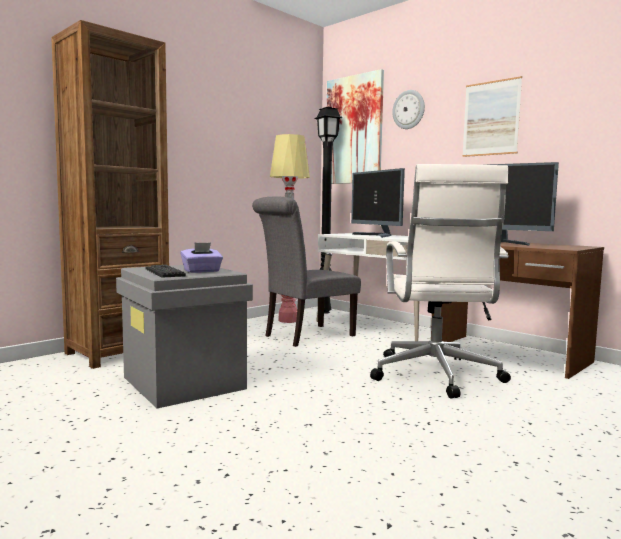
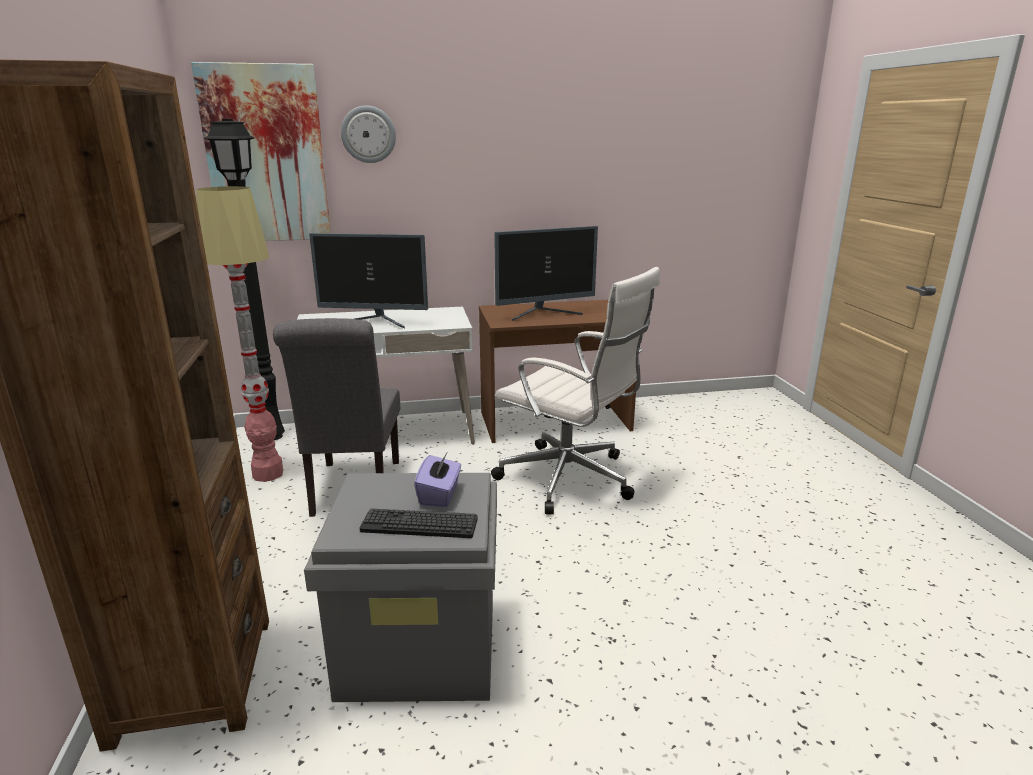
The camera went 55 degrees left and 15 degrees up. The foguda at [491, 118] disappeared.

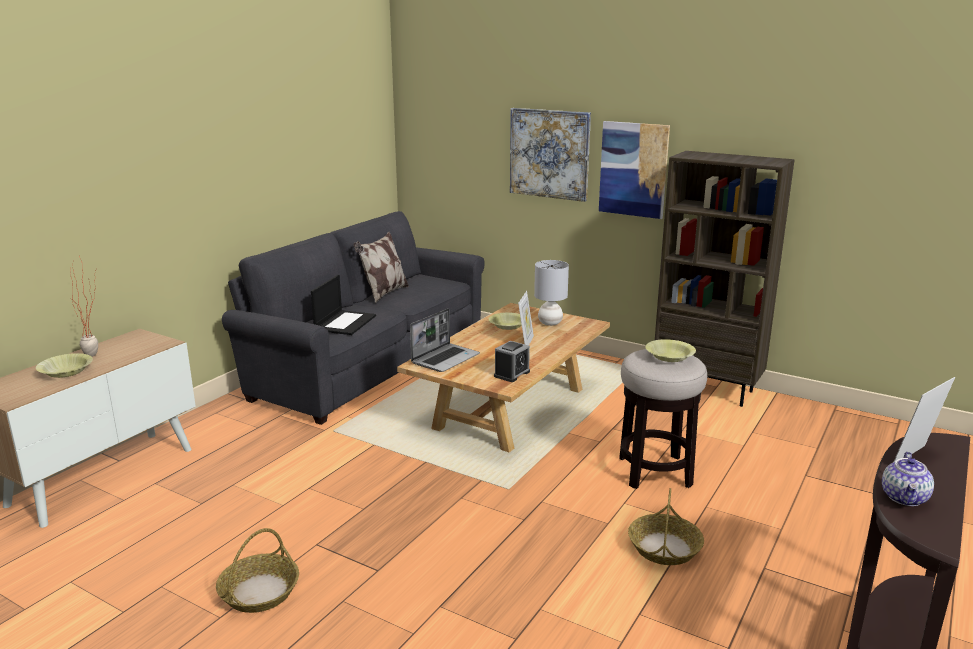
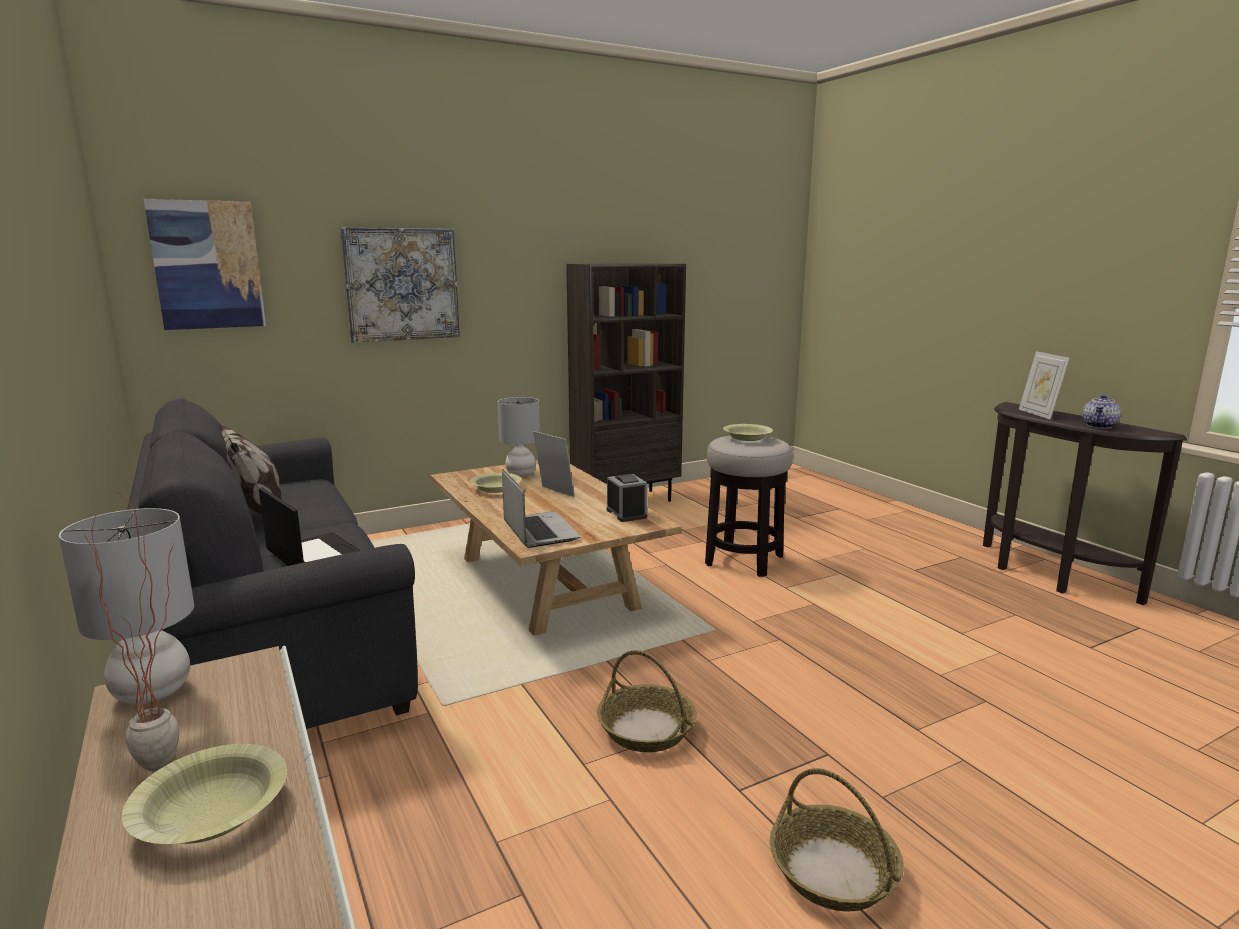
The camera went 60 degrees left and 5 degrees down. The foguda moved from [633, 169] to [207, 265]. The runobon at [905, 498] turned 75 degrees clockwise. The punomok moved from [664, 547] to [645, 729]. The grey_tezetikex at [153, 693] appeared.

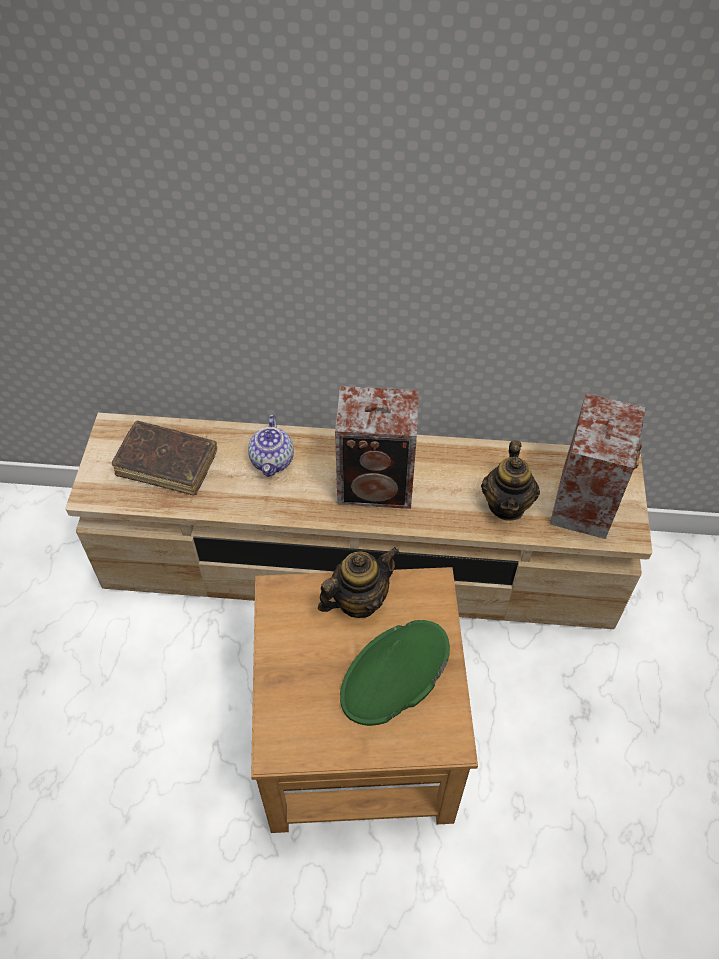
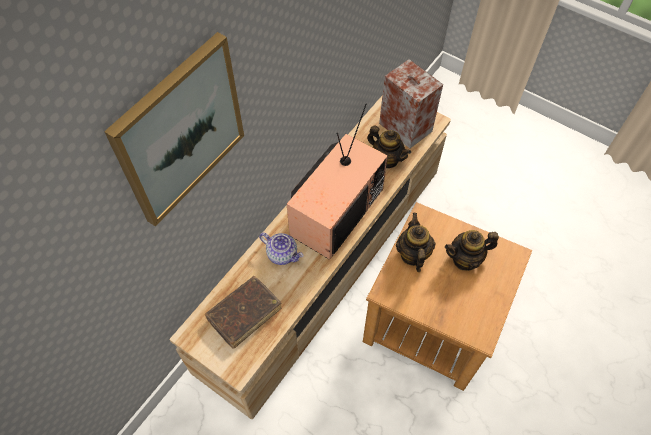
The camera went 60 degrees left and 5 degrees up. The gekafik at [378, 485] was replaced by the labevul at [336, 210]. The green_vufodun at [395, 673] was replaced by the runobon at [465, 259]. The foguda at [180, 131] appeared.

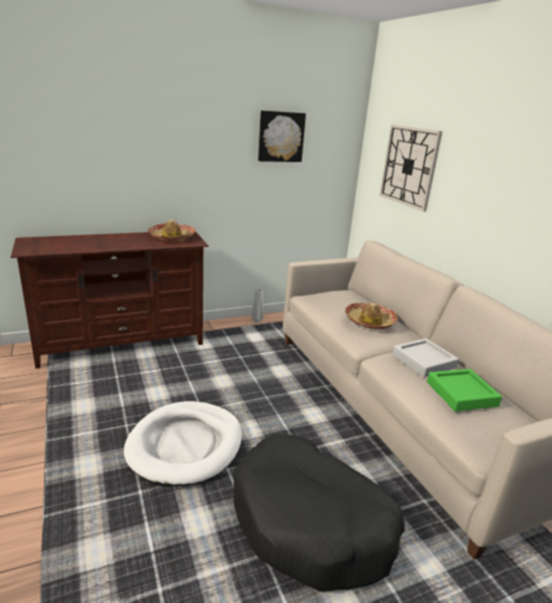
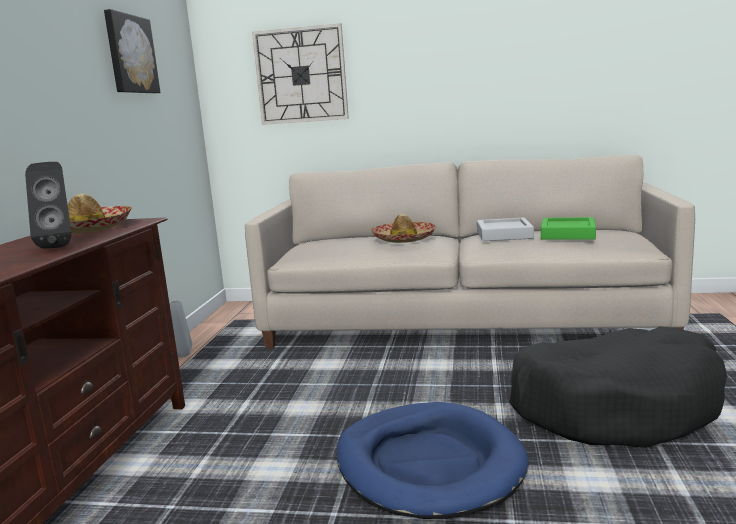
The camera went 55 degrees left and 10 degrees down. The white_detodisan at [186, 445] became the blue_detodisan at [428, 464]. The black_gekafik at [59, 246] appeared.

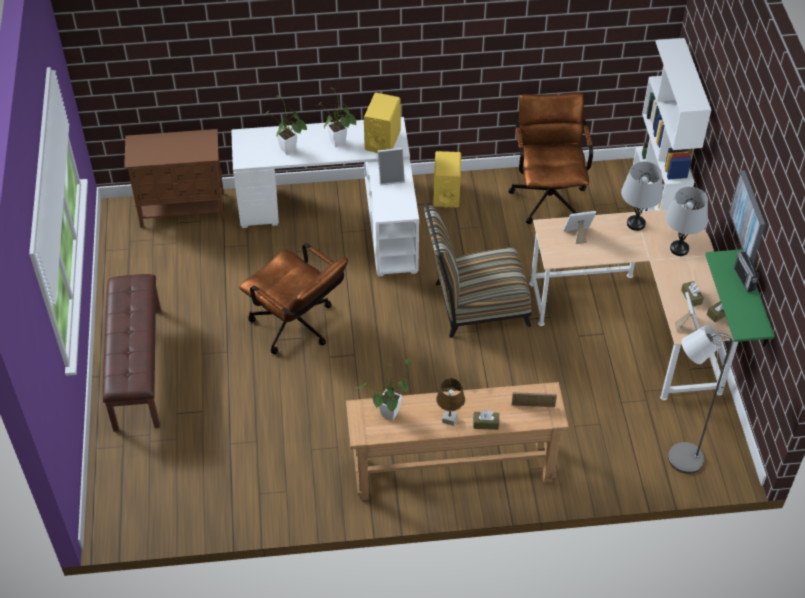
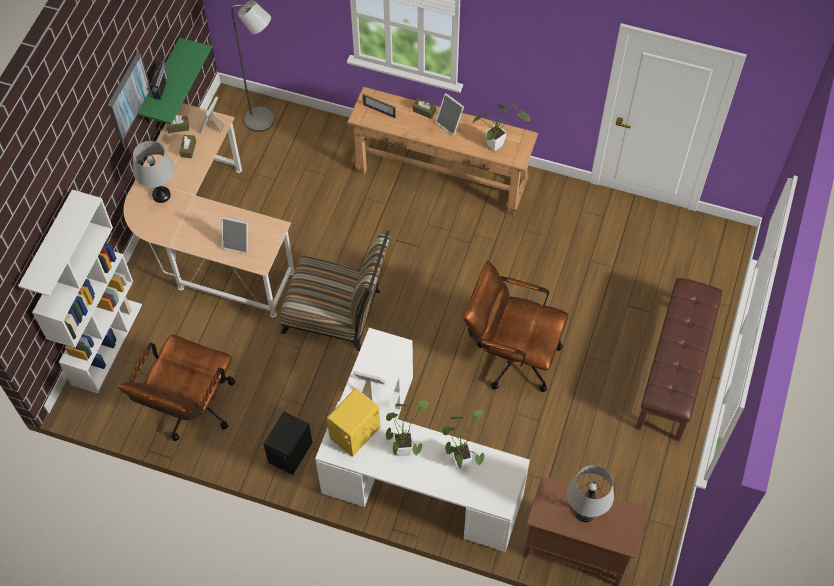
The camera went 155 degrees left and 10 degrees up. The yellow_gekafik at [446, 194] became the black_gekafik at [290, 453]. The grey_tezetikex moved from [636, 224] to [585, 512]. The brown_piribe at [298, 327] turned 45 degrees counterclockwise. The brown_tezetikex at [449, 419] was replaced by the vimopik at [450, 124].

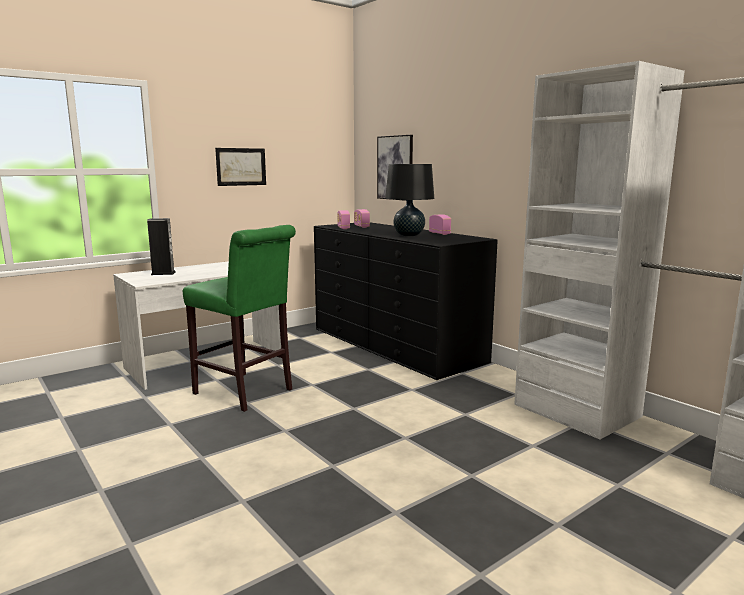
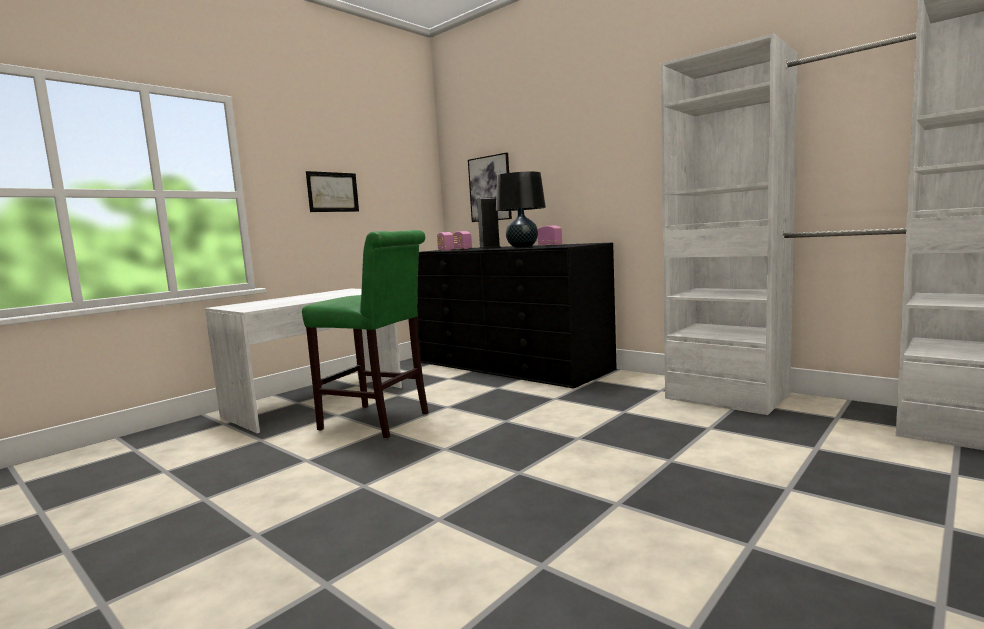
The camera went 10 degrees left and 5 degrees down. The gekafik moved from [163, 273] to [489, 248].

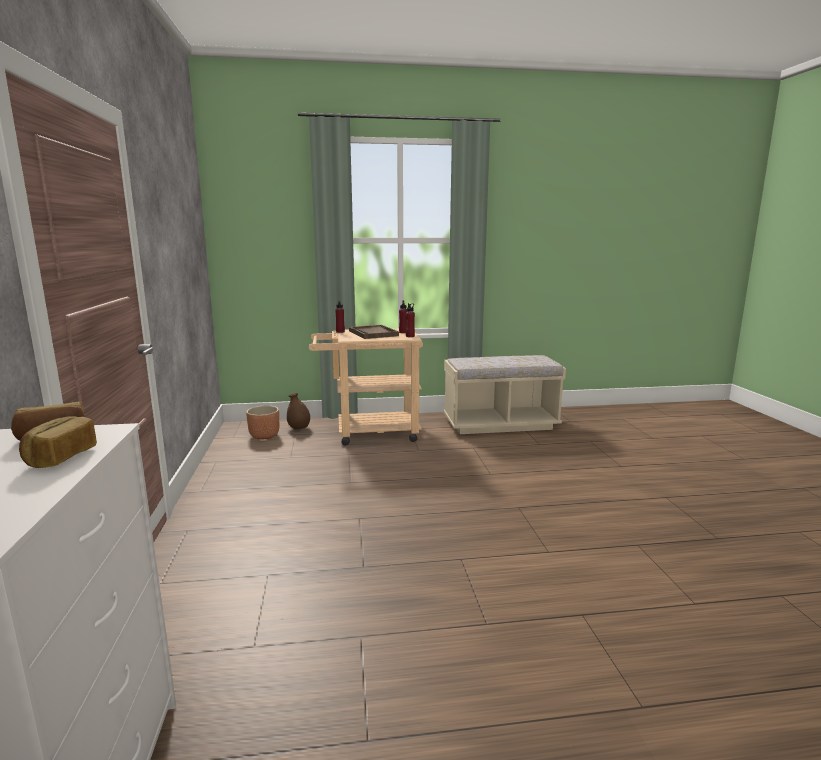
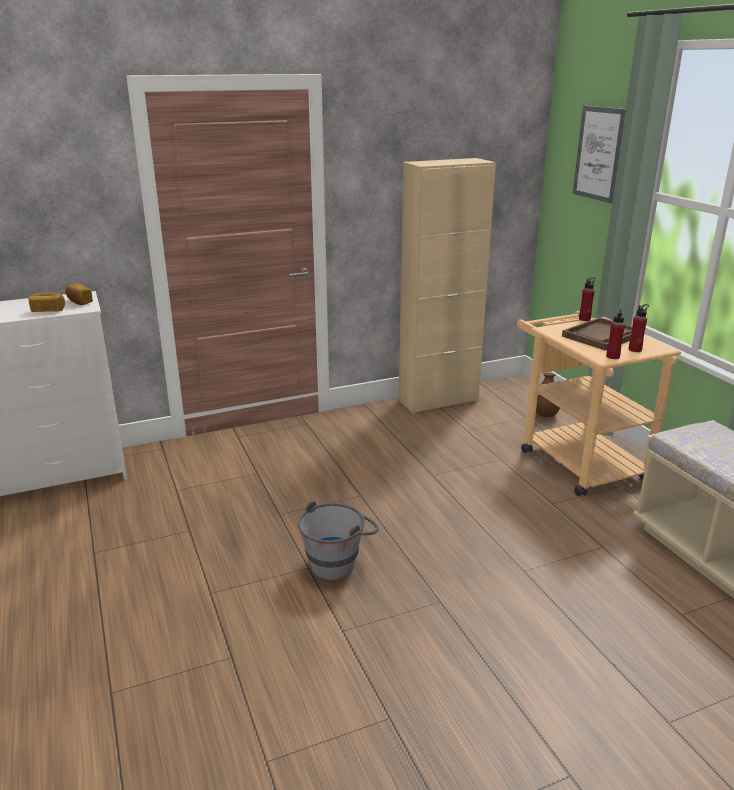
The camera went 75 degrees right and 10 degrees up. The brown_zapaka at [264, 436] disappeared. The foguda at [598, 154] appeared. The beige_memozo at [438, 400] appeared. The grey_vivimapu at [338, 561] appeared.

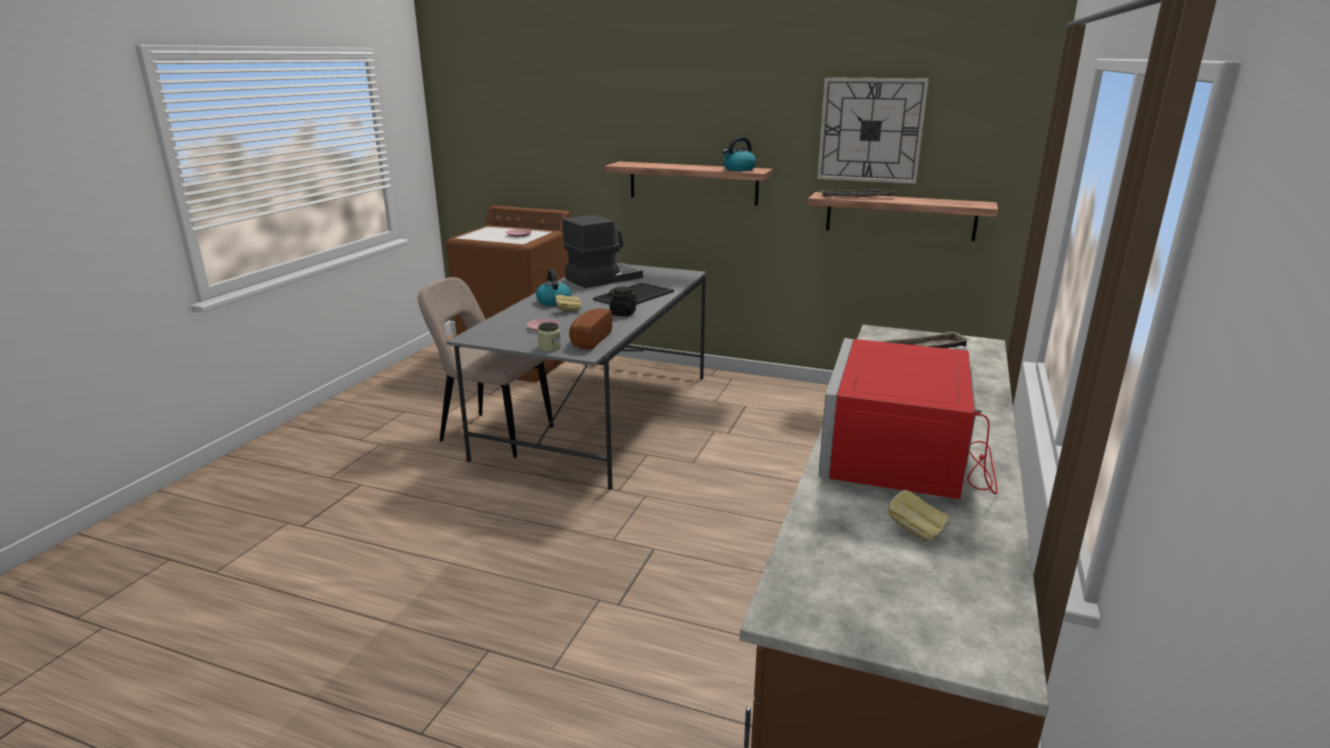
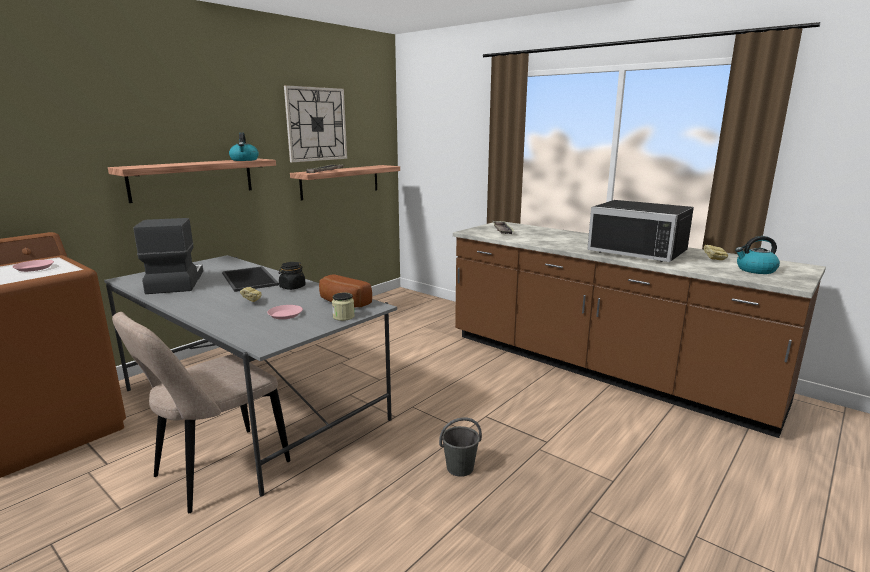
The camera went 70 degrees left and 5 degrees down. The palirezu moved from [553, 301] to [755, 270]. The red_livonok at [905, 457] became the black_livonok at [640, 251]. The grey_vivimapu at [460, 468] appeared.

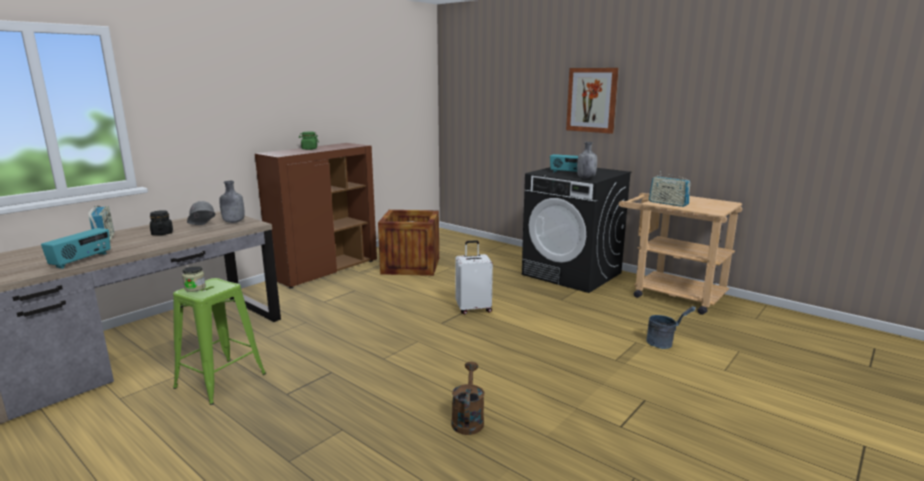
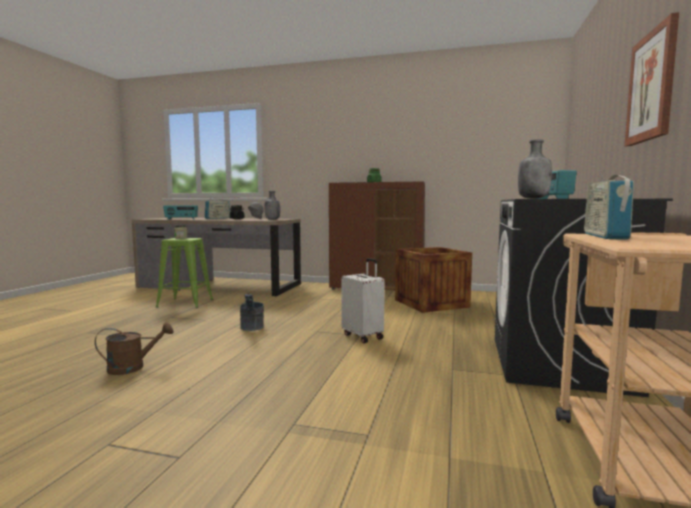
The camera went 65 degrees right and 10 degrees down. The grey_vivimapu moved from [664, 344] to [251, 329].

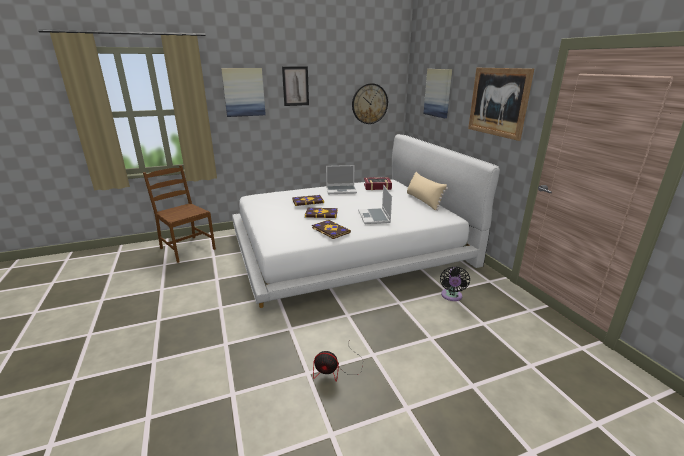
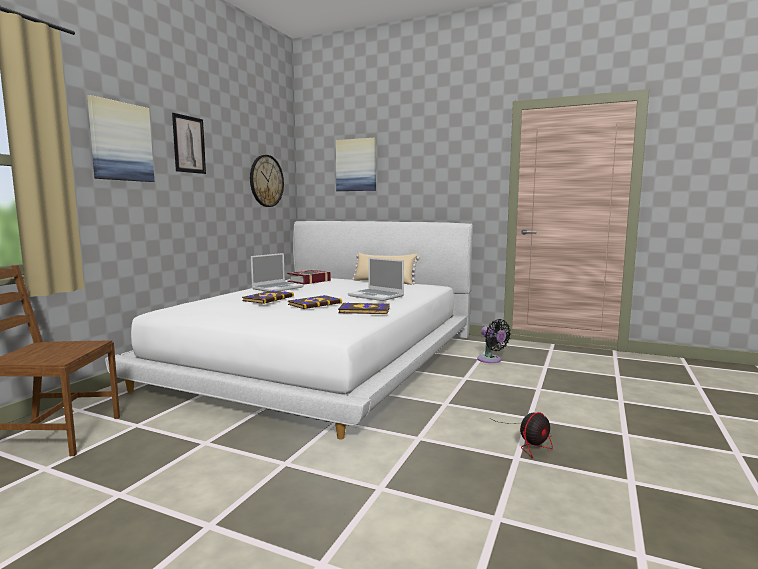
The camera went 45 degrees left and 15 degrees down. The foguda at [498, 102] disappeared.

